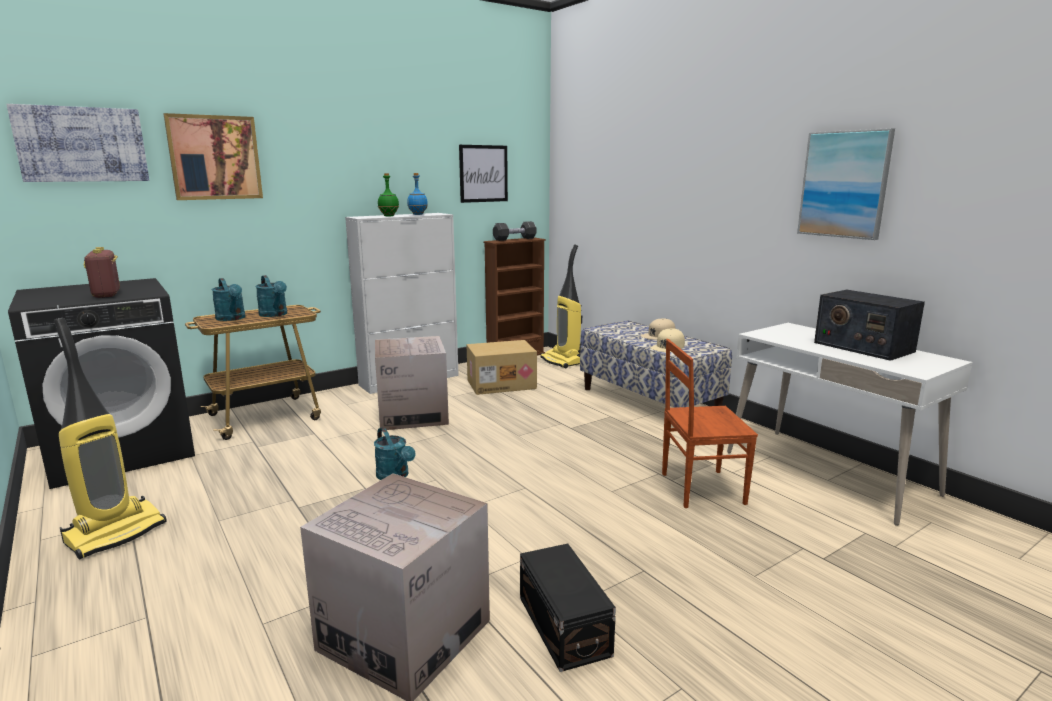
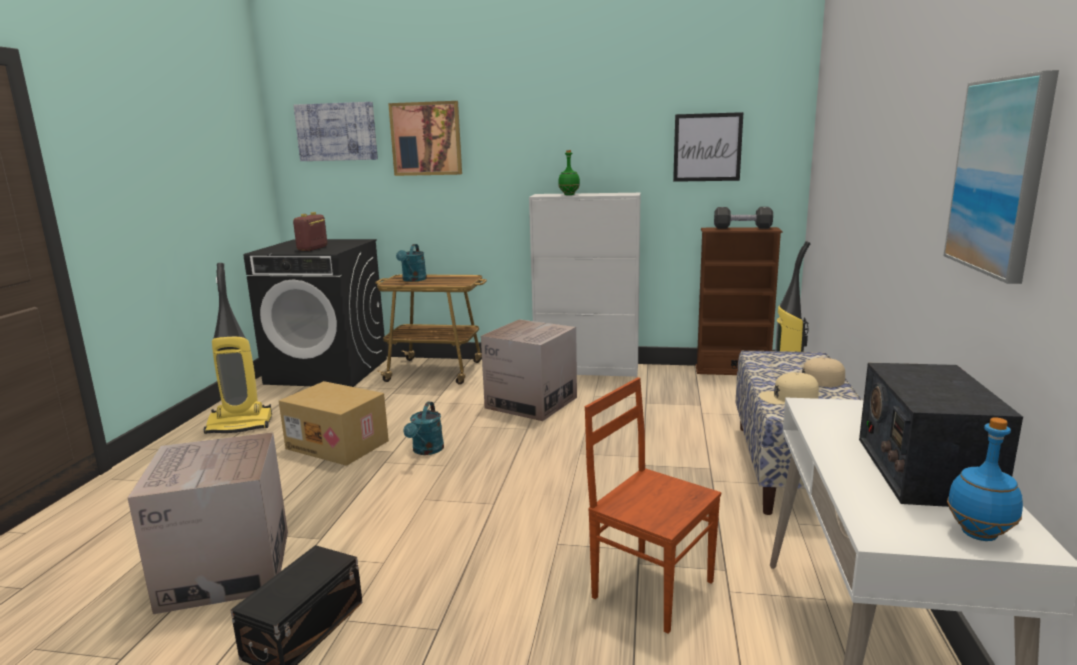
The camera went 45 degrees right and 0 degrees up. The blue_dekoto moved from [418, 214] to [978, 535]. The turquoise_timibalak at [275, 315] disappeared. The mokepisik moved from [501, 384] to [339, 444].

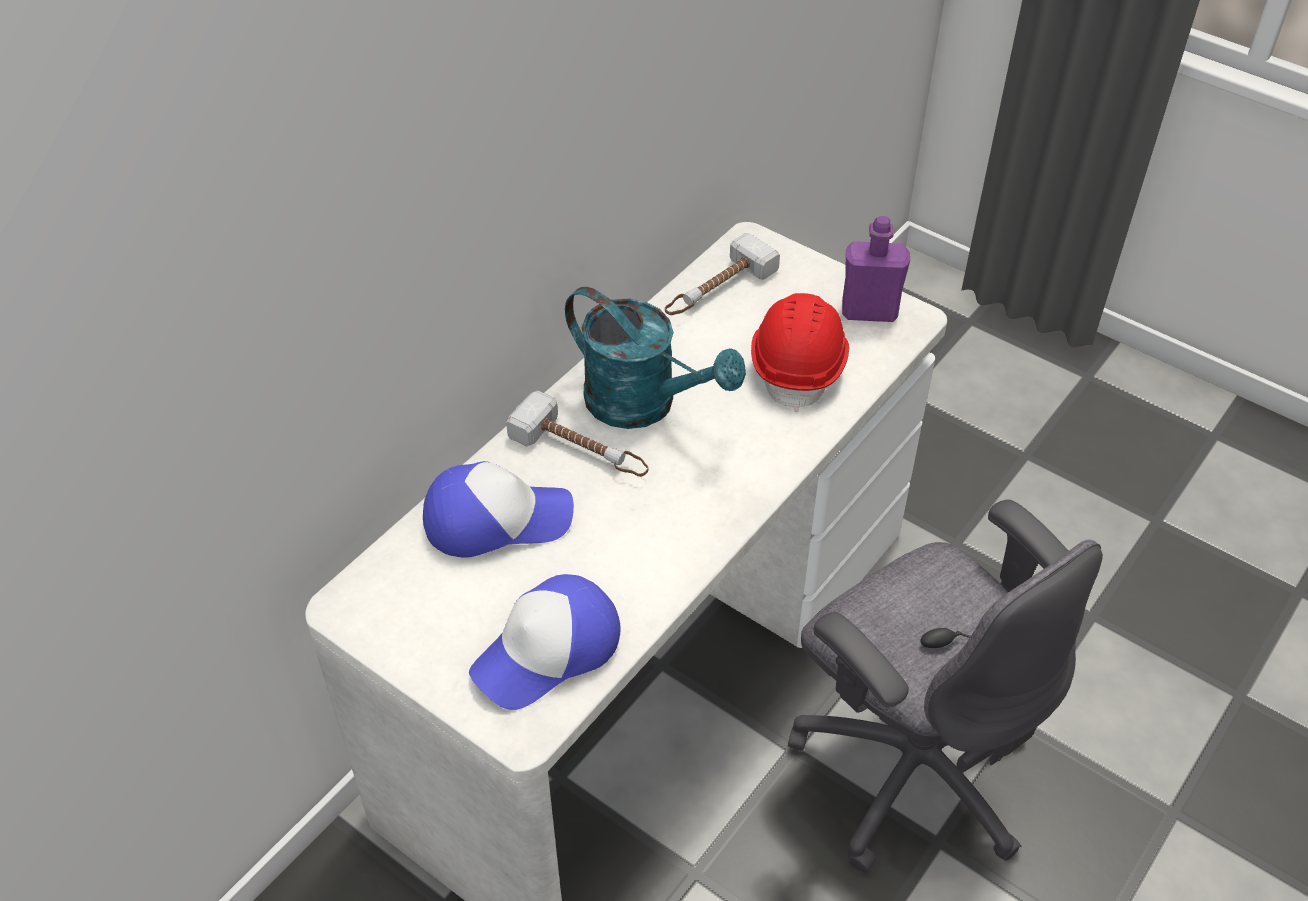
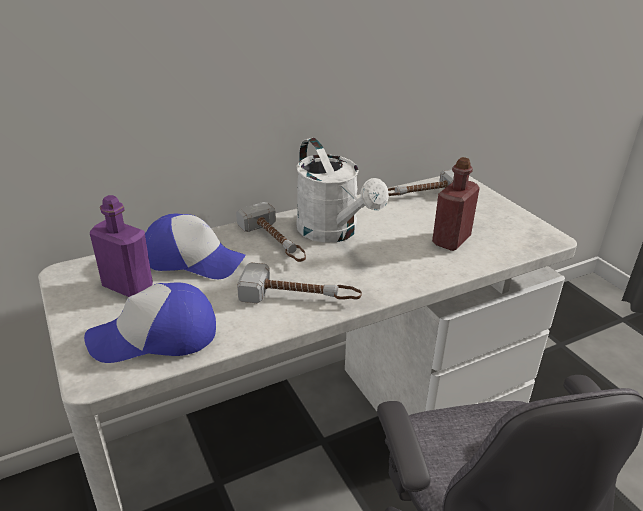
The camera went 25 degrees right and 15 degrees down. The purple_dekoto moved from [869, 311] to [128, 287]. The turquoise_timibalak at [645, 404] became the white_timibalak at [333, 232]. The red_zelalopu at [799, 365] was replaced by the red_dekoto at [451, 240]. The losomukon at [300, 296] appeared.

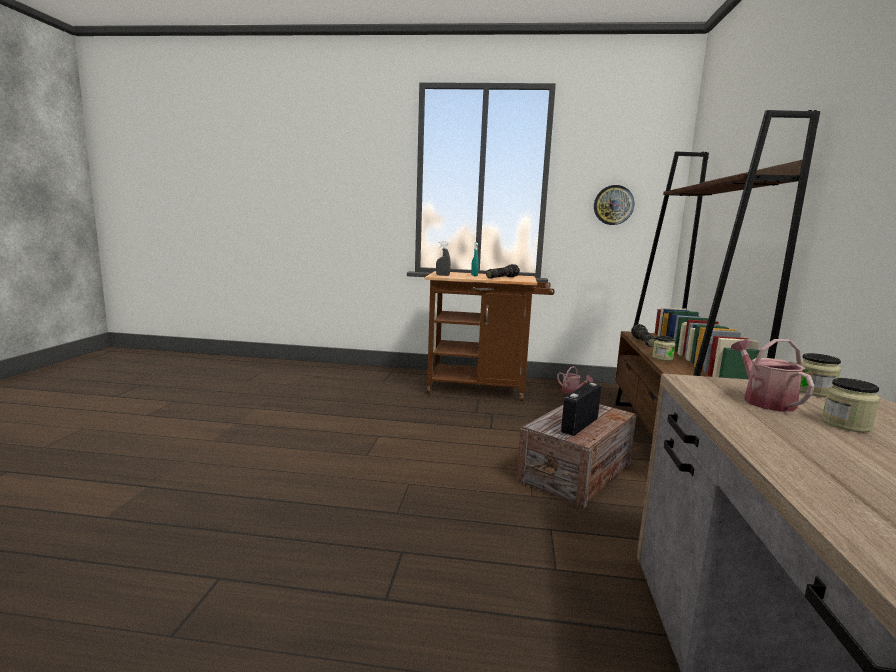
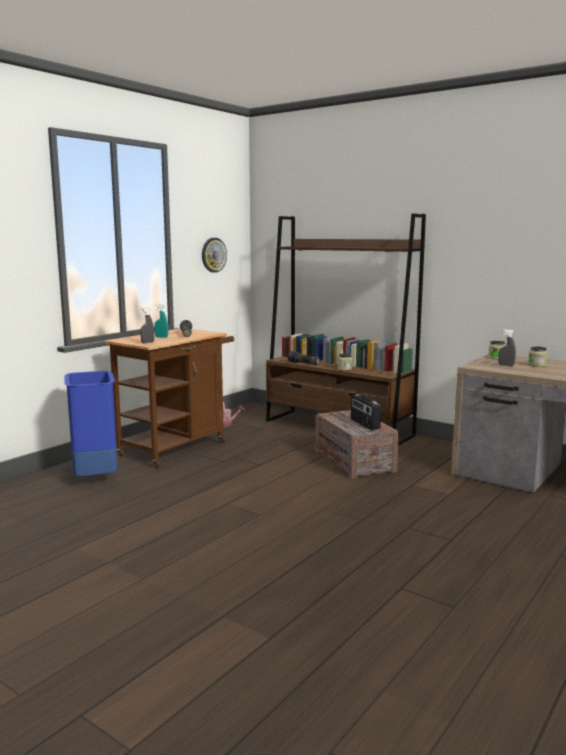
The camera went 60 degrees left and 0 degrees up. The timibalak at [764, 400] was replaced by the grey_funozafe at [506, 365]. The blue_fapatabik at [95, 478] appeared.

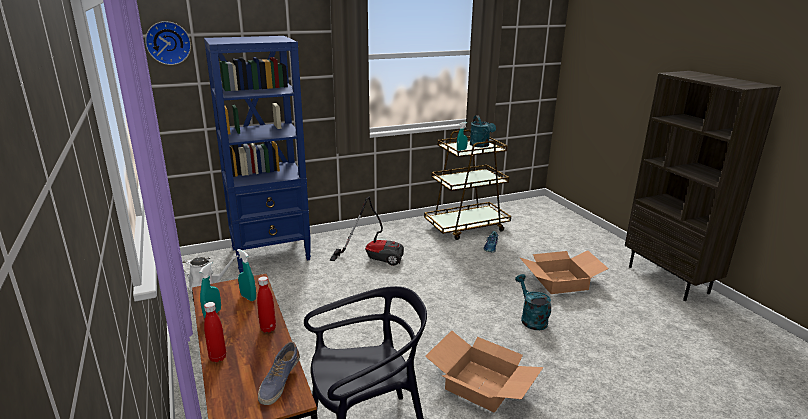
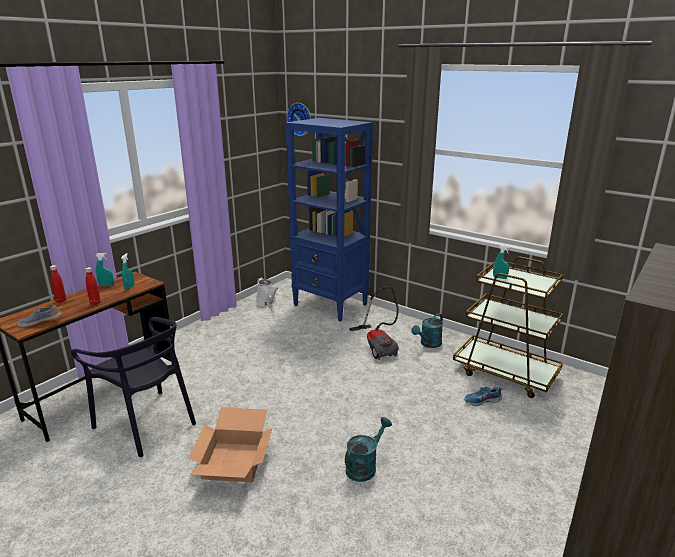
The camera went 60 degrees right and 0 degrees up. The turquoise_timibalak moved from [481, 145] to [428, 344]. The mokepisik at [560, 281] disappeared.

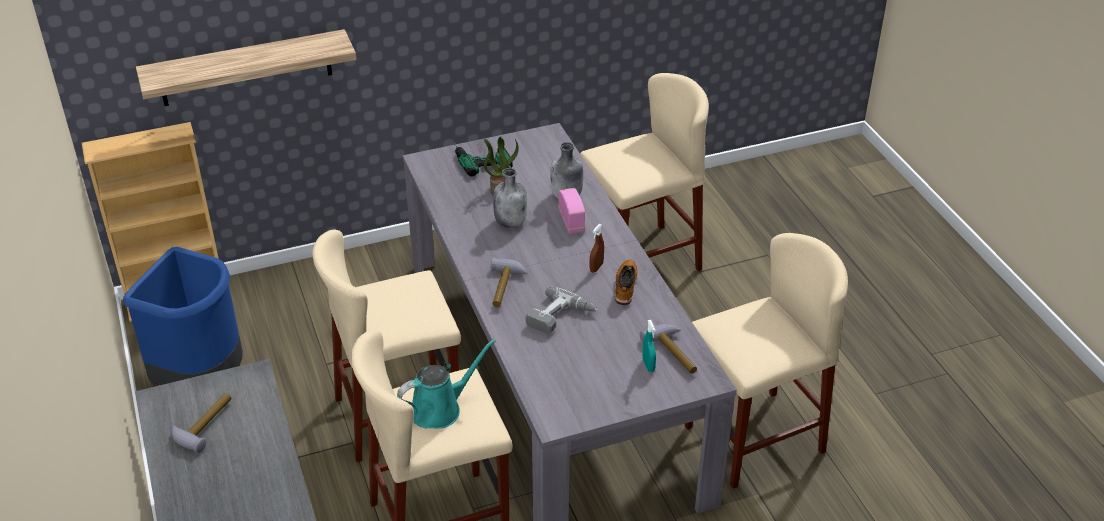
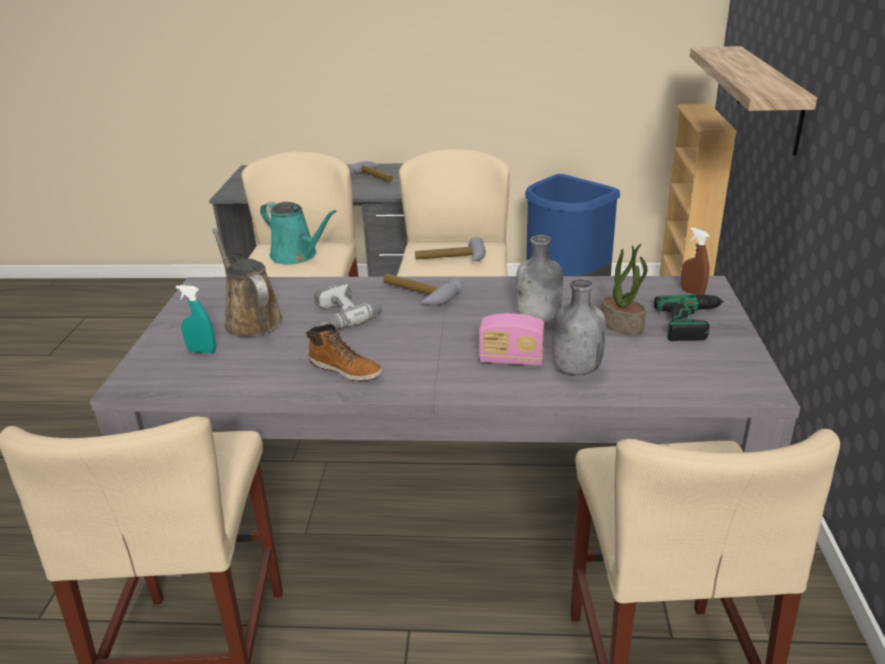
The camera went 115 degrees right and 10 degrees down. The brown_funozafe moved from [596, 267] to [692, 292]. The losomukon moved from [674, 353] to [451, 260]. The turquoise_timibalak at [440, 409] turned 45 degrees counterclockwise. The brown_timibalak at [251, 320] appeared.

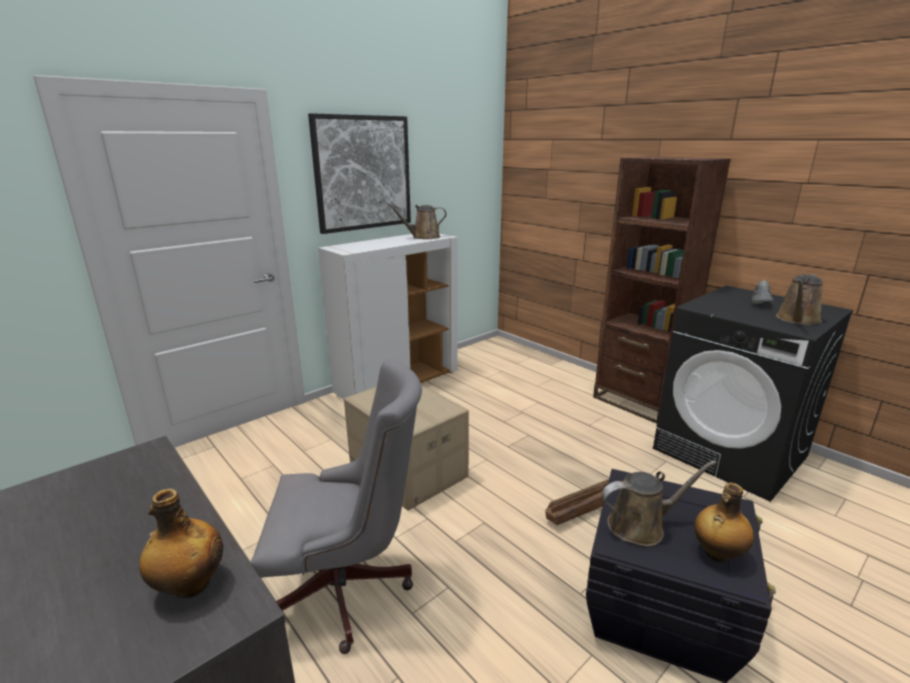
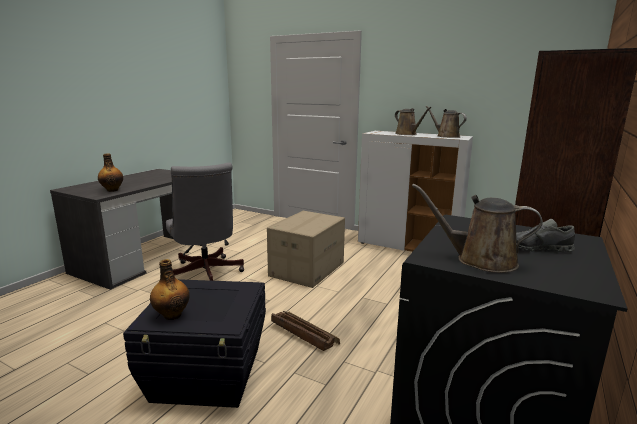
The camera went 70 degrees right and 5 degrees down. The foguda at [363, 173] disappeared. The brown_timibalak moved from [641, 526] to [407, 134].

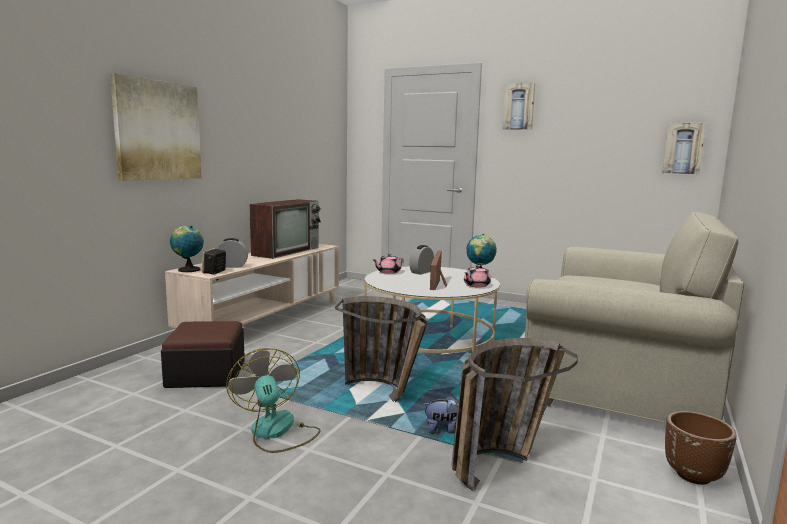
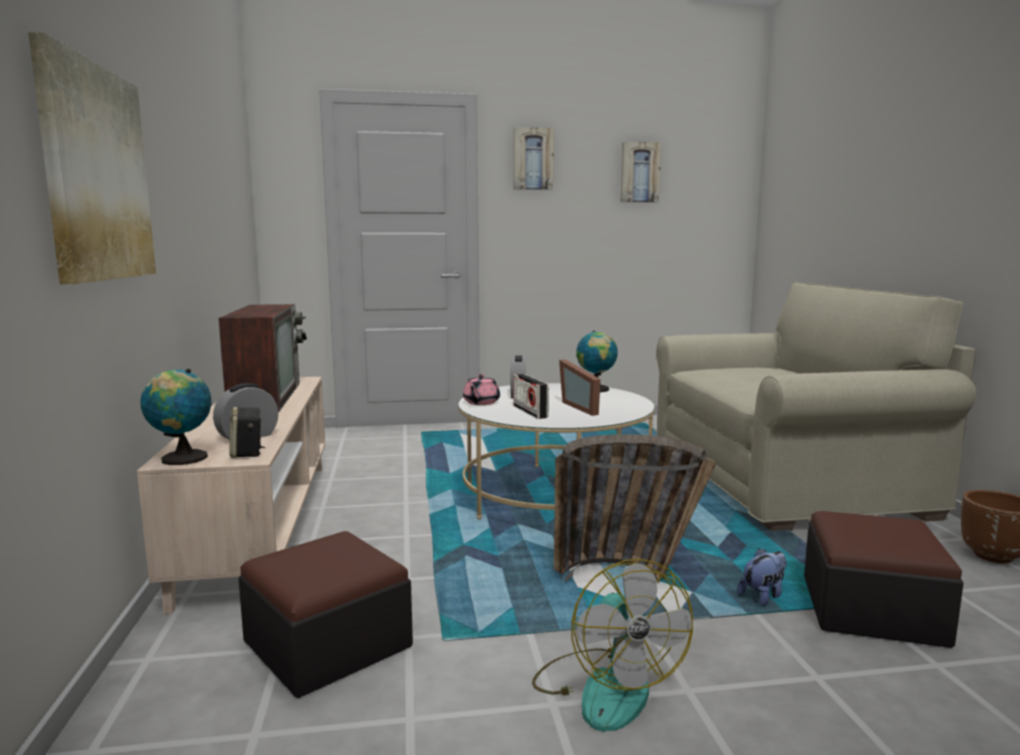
The camera went 35 degrees left and 0 degrees up. The foguda moved from [683, 148] to [639, 172]. The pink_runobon at [476, 285] disappeared. The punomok at [502, 462] was replaced by the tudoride at [872, 609]. The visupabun at [276, 432] turned 135 degrees counterclockwise. The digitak at [530, 411] appeared.

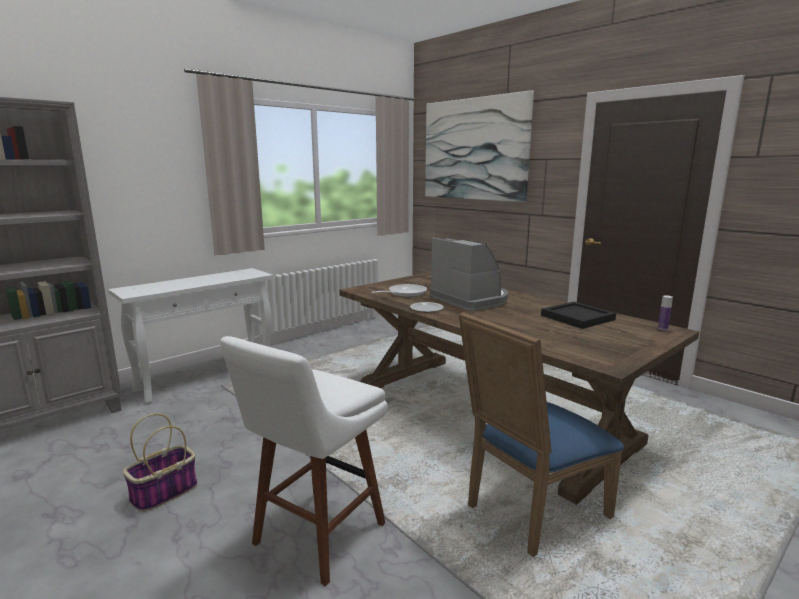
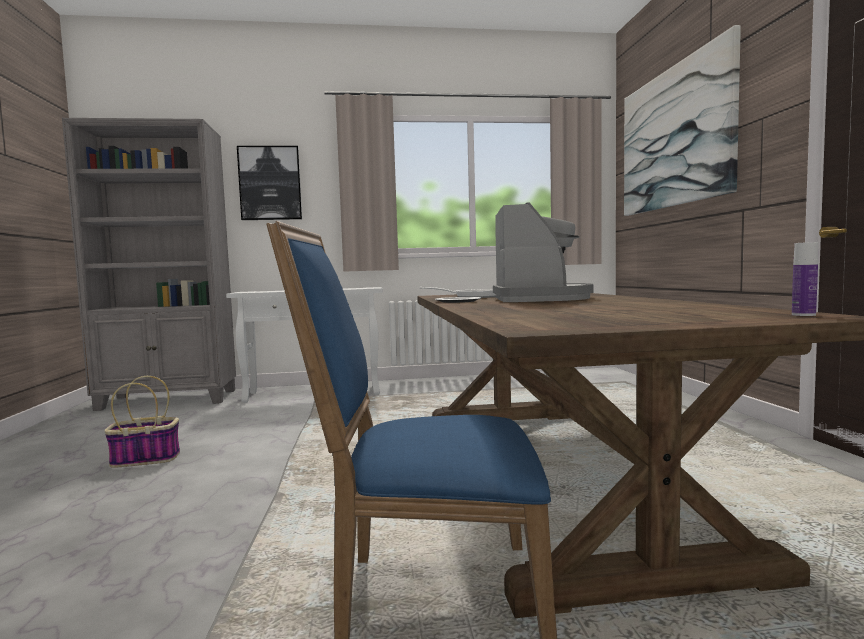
The camera went 35 degrees right and 10 degrees down. The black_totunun at [576, 317] disappeared. The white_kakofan at [315, 537] disappeared. The foguda at [270, 183] appeared.

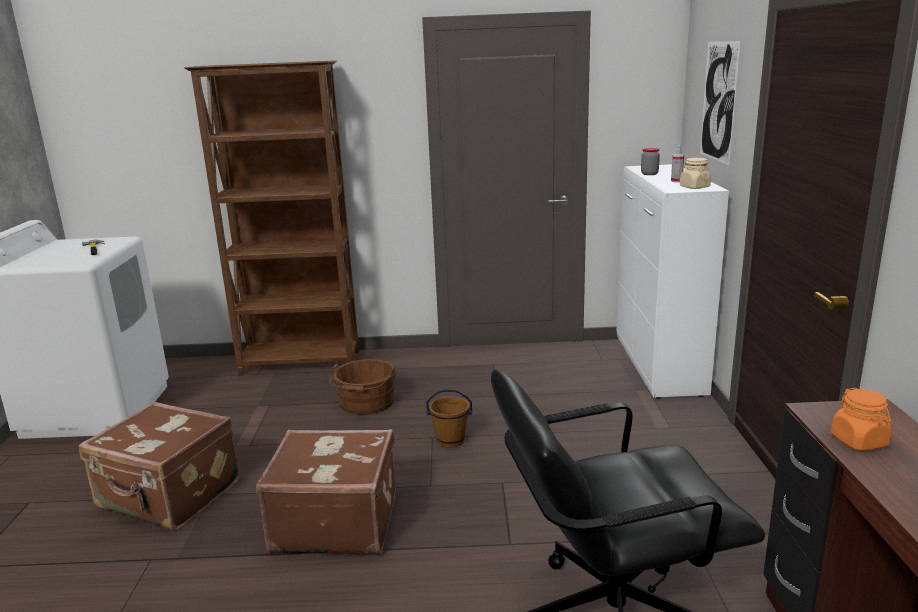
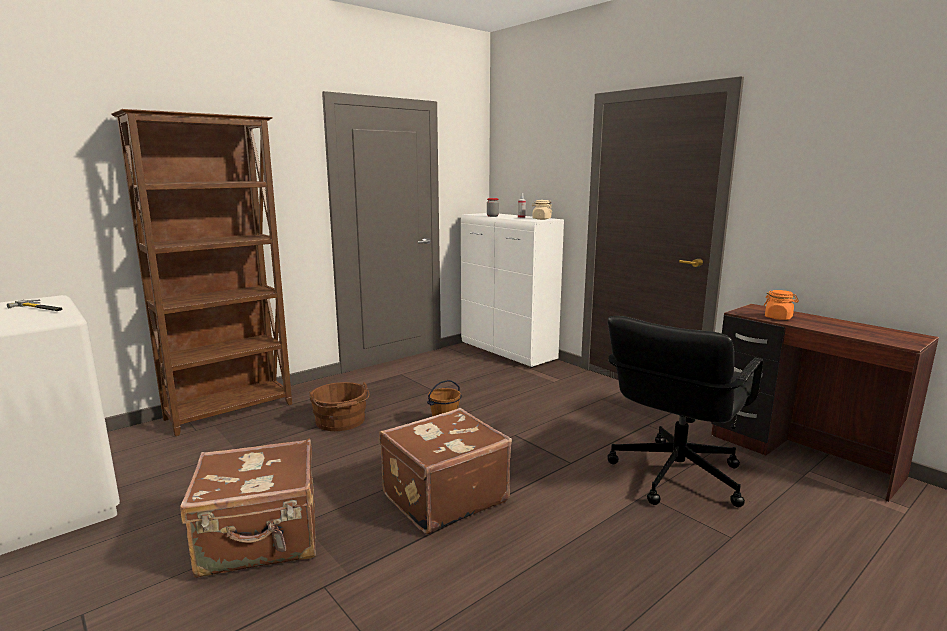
The camera went 40 degrees left and 5 degrees down. The foguda at [718, 101] disappeared.

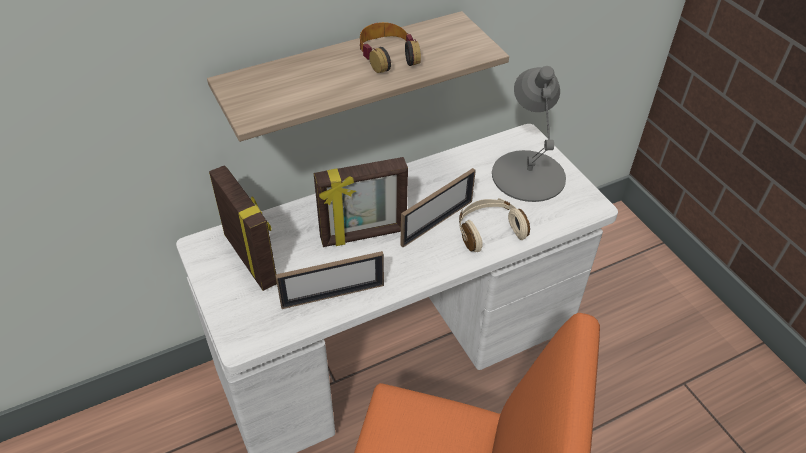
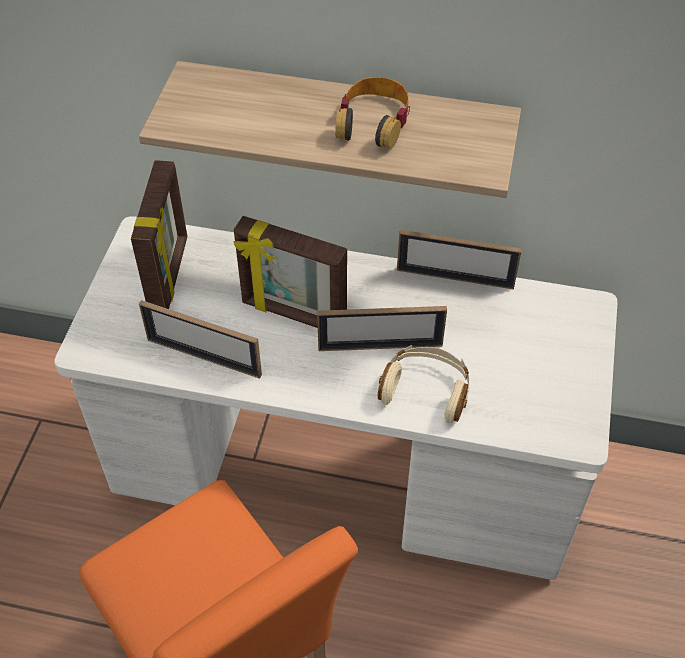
The camera went 40 degrees right and 5 degrees up. The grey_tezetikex at [528, 175] disappeared. The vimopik at [455, 278] appeared.

